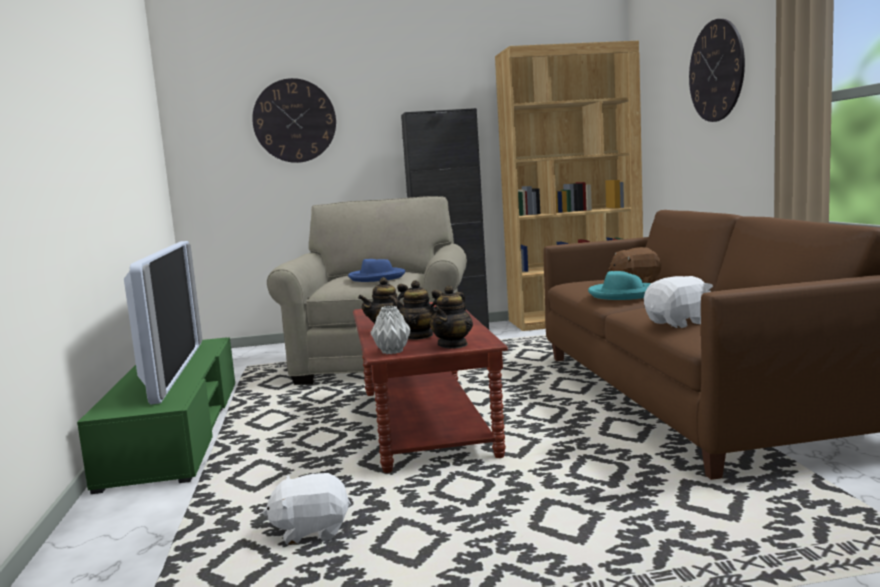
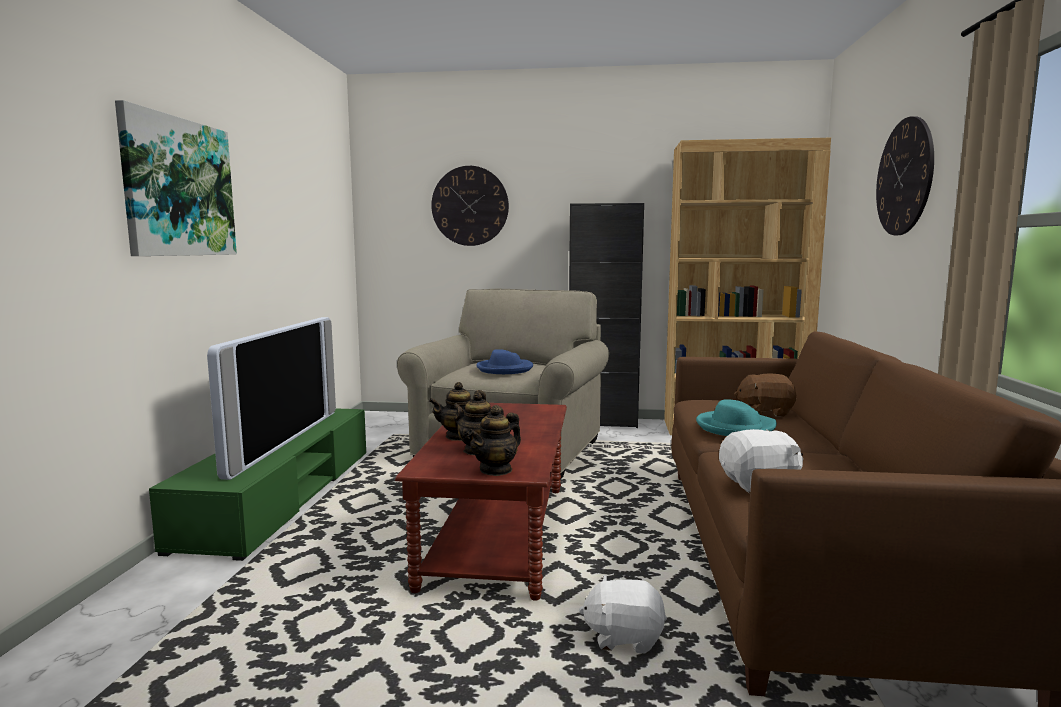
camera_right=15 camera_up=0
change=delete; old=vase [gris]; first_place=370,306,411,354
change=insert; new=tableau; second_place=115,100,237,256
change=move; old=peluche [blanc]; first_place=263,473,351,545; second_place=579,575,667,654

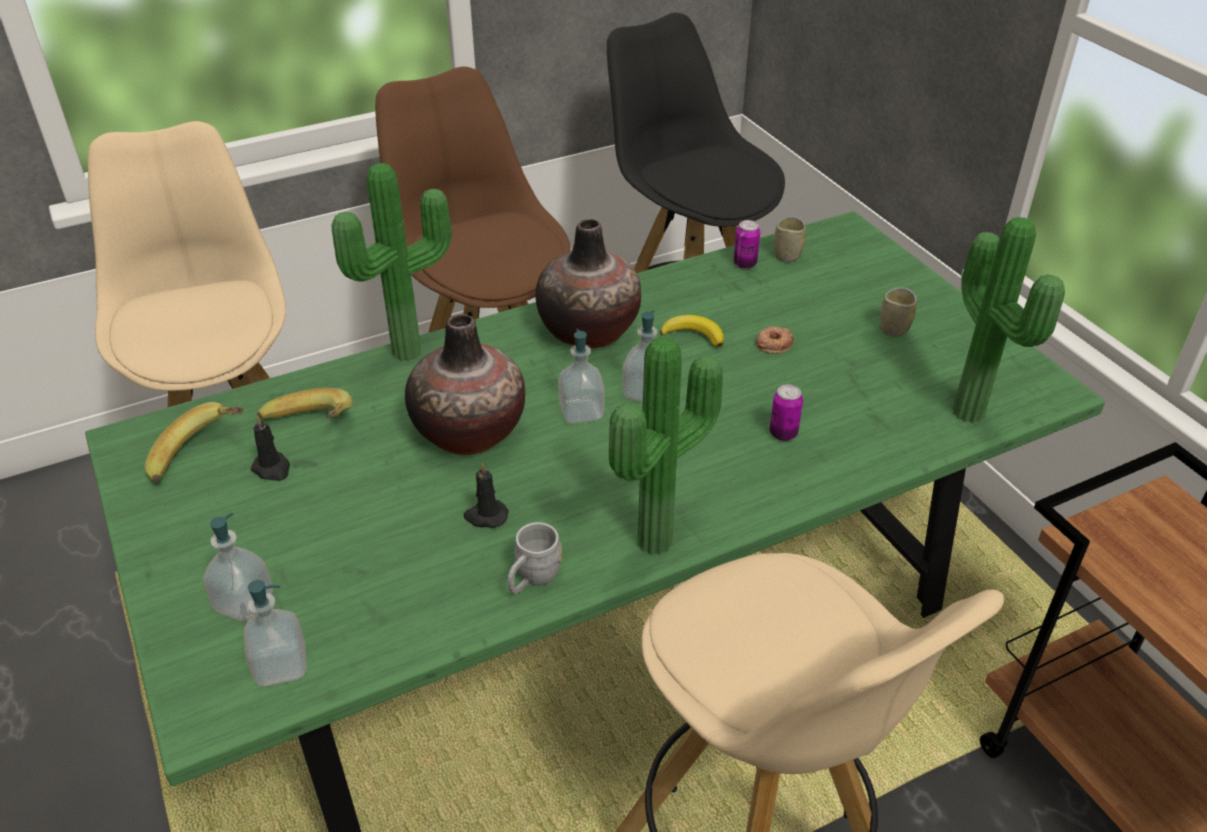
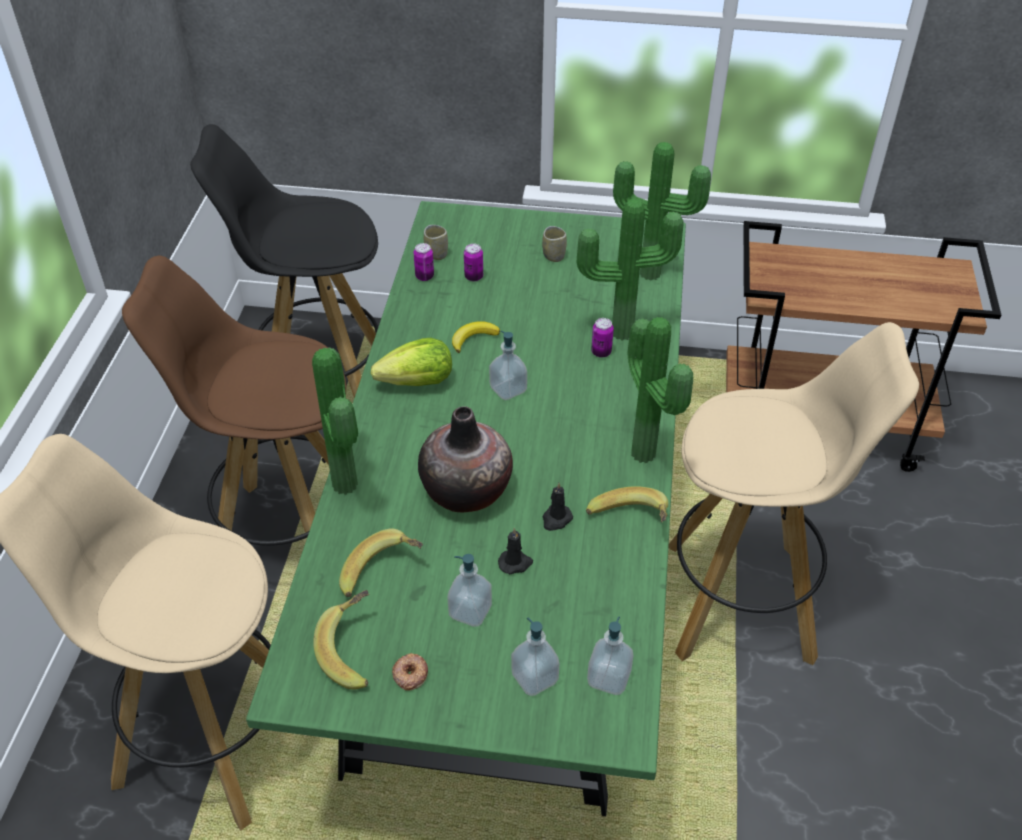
camera_right=-55 camera_up=5
change=insert; new=boîte métallique; second_place=464,243,483,281
change=insert; new=plante en pot; second_place=577,199,683,341
change=move; old=bougie [noir]; first_place=251,415,290,481; second_place=498,527,533,574
change=move; old=distributeur de savon; first_place=558,329,604,424; second_place=448,554,492,627
change=move; old=beignet; first_place=756,326,794,354; second_place=392,653,428,691
change=replace; old=mug [gris]; new=banane; first_place=508,522,562,594; second_place=586,486,669,522
change=replace; old=vase; new=laitue; first_place=535,219,641,348; second_place=371,338,452,386

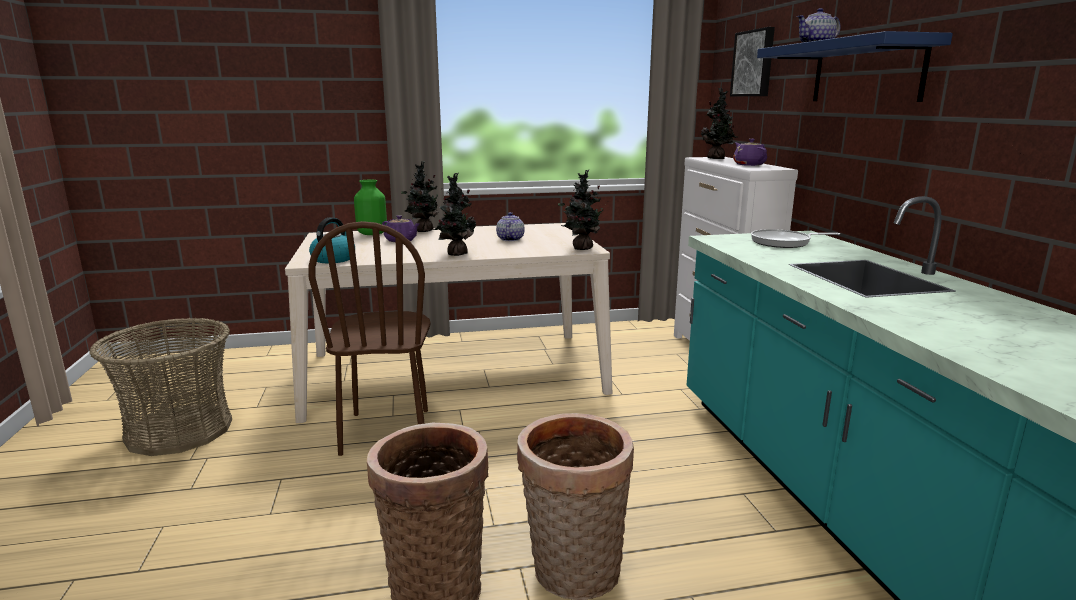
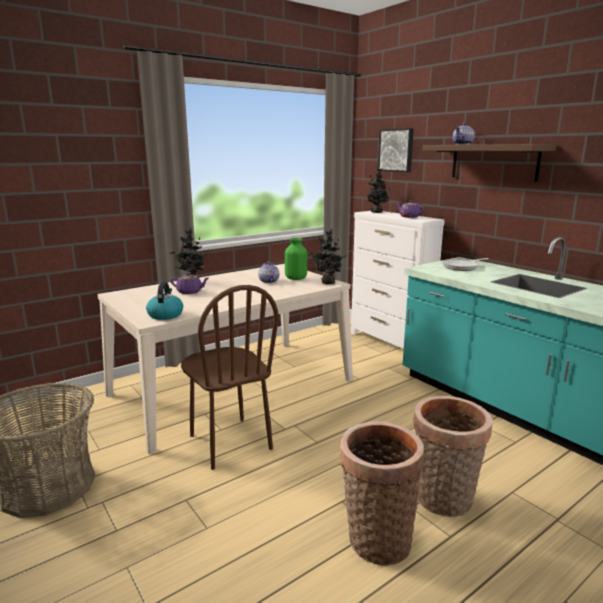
camera_right=-25 camera_up=0
change=delete; old=plante en pot; first_place=433,173,476,256
change=move; old=vase [vert]; first_place=354,180,387,235; second_place=285,238,307,280
change=recolor; old=étagère [bleu]; new=étagère [marron]; first_place=757,31,953,102; second_place=422,144,557,182

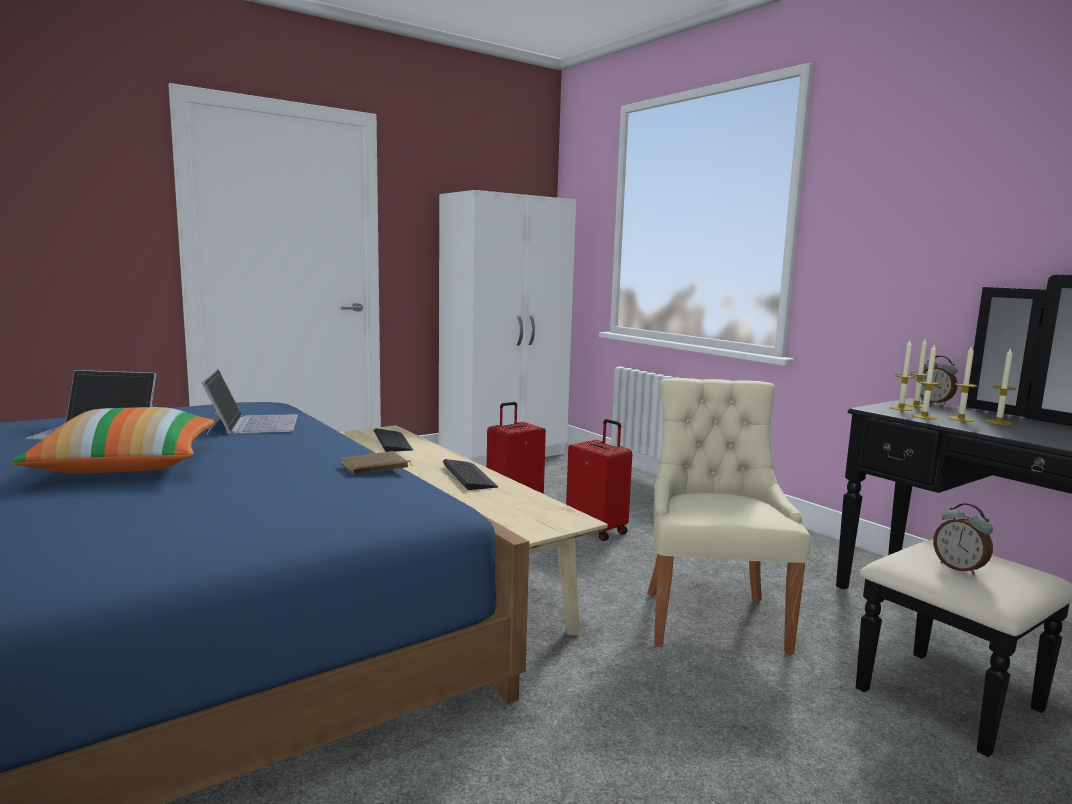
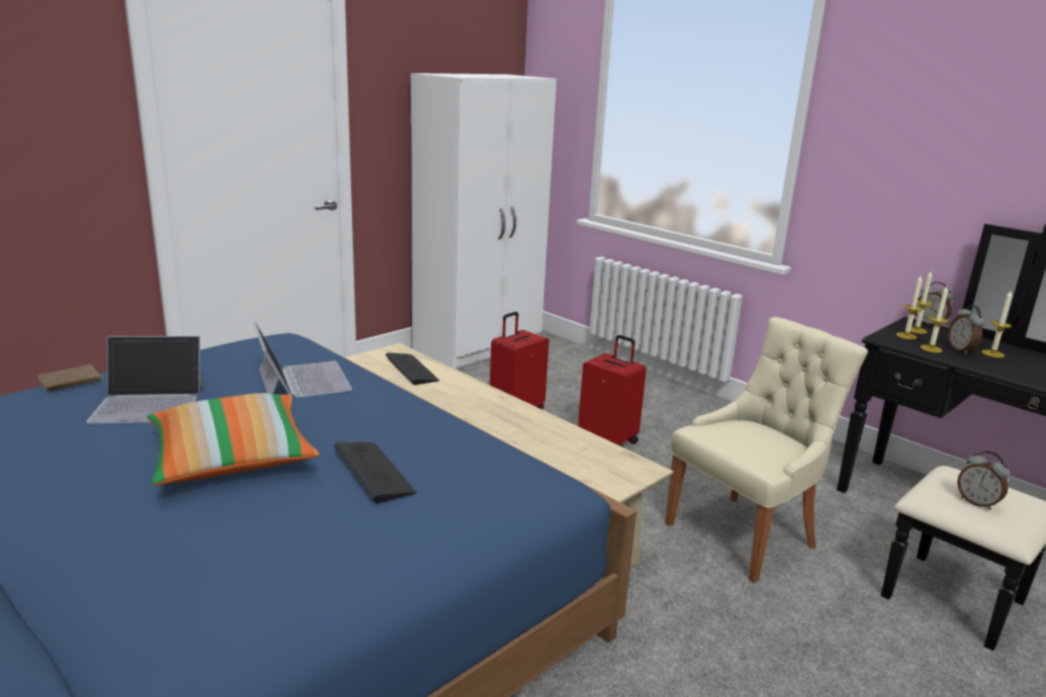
camera_right=-10 camera_up=10
change=move; old=livre [marron]; first_place=340,451,412,475; second_place=38,365,103,392
change=move; old=clavier; first_place=442,459,498,490; second_place=334,442,416,503
change=replace; old=bougie; new=réveil; first_place=948,346,977,422; second_place=948,305,985,355
change=rotate; old=chaise [beige]; first_place=647,378,811,655; second_place=665,317,868,583; degrees=60

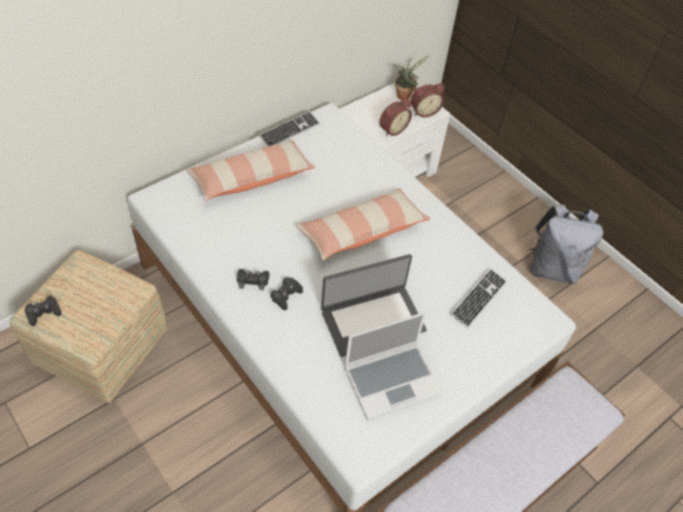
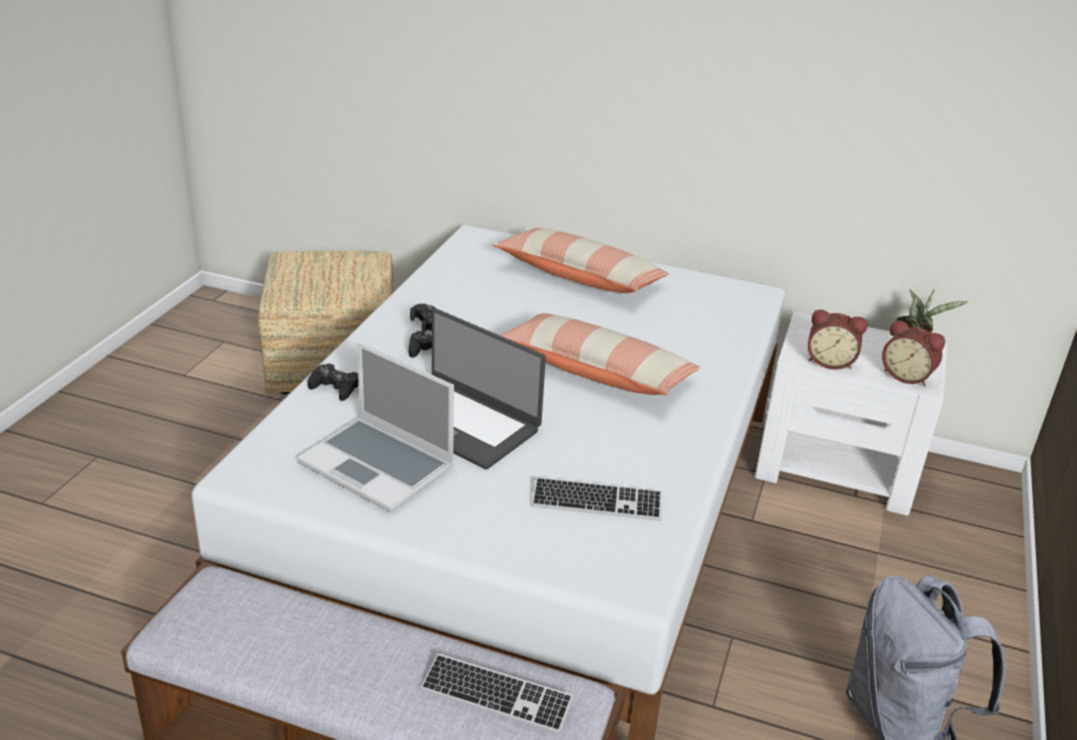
camera_right=60 camera_up=-20
change=move; old=manette [noir]; first_place=24,296,61,326; second_place=308,364,359,401
change=move; old=clavier; first_place=259,111,320,146; second_place=420,653,574,734

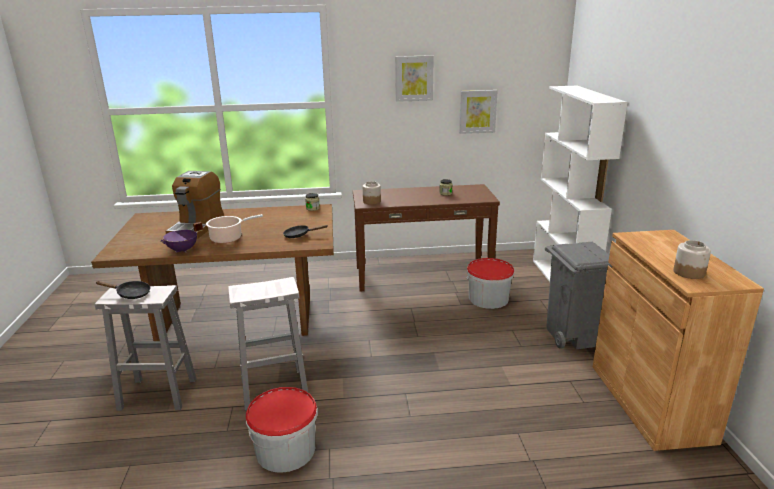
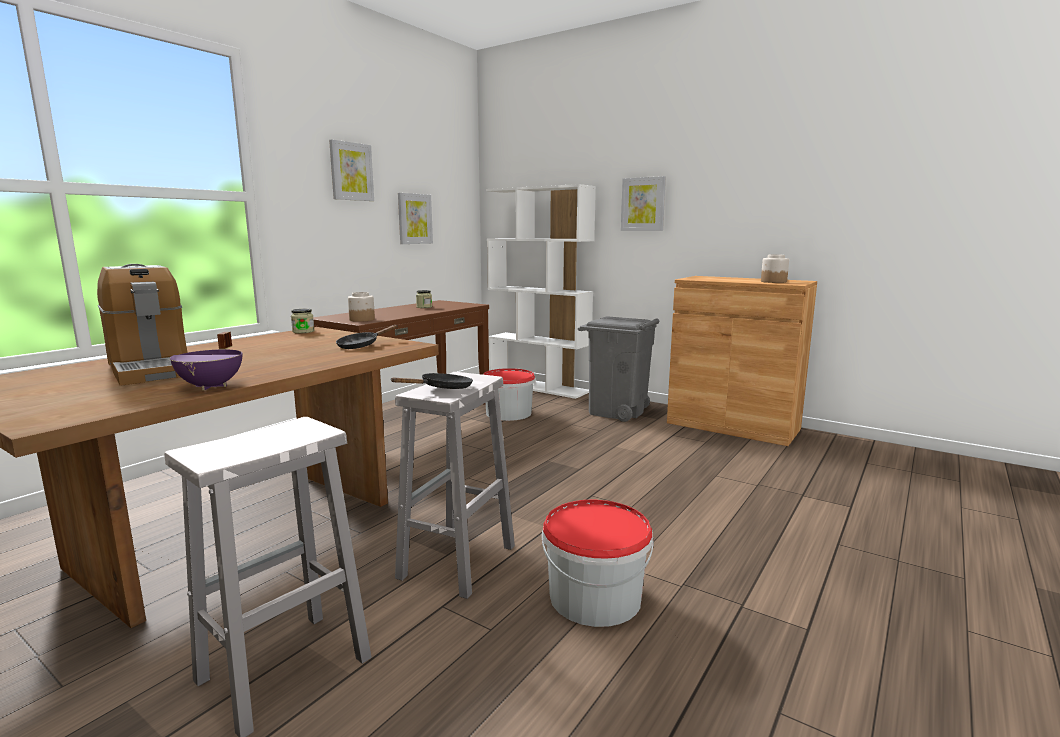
camera_right=-50 camera_up=-10
change=delete; old=marmite; first_place=206,214,263,243
change=insert; new=tableau; second_place=621,176,666,231
change=move; old=poêle [noir]; first_place=96,281,150,299; second_place=391,373,473,389

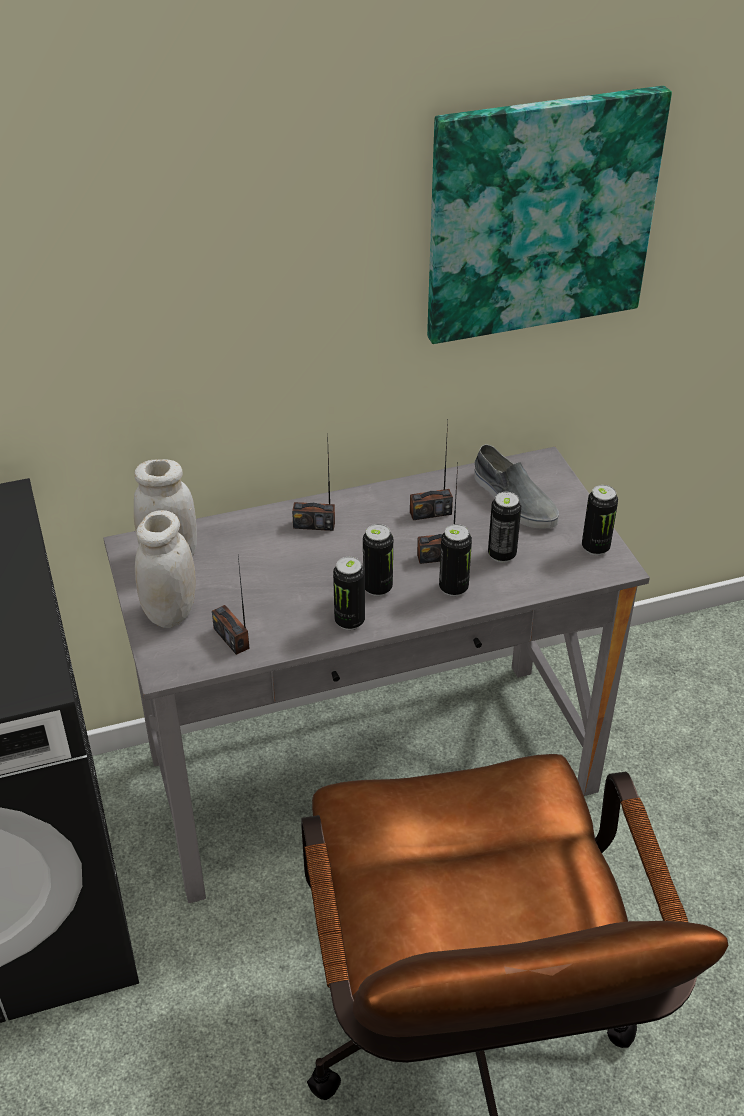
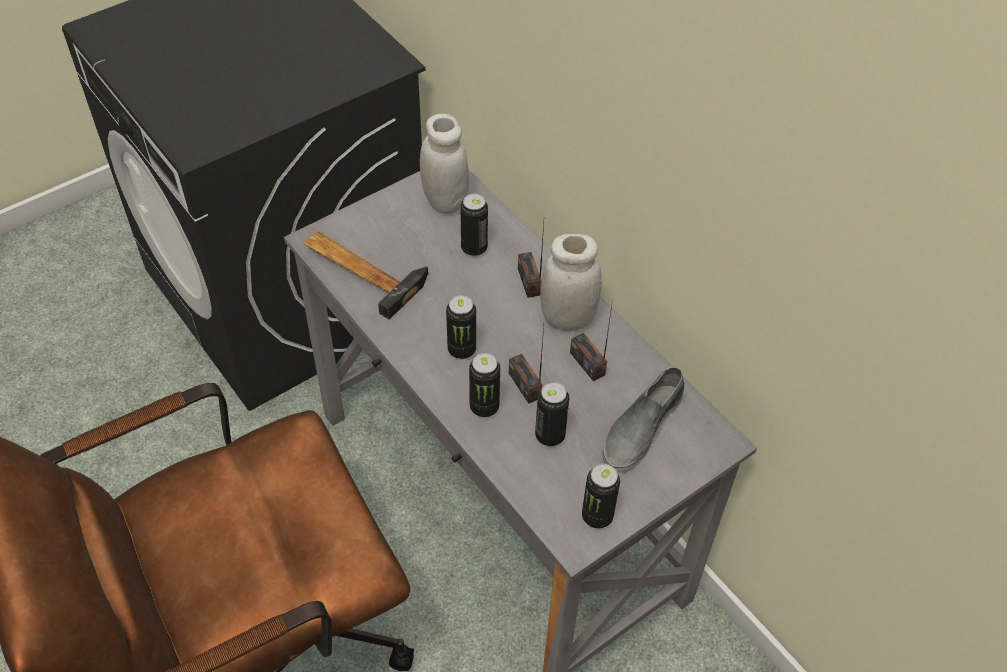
camera_right=70 camera_up=10
change=delete; old=tableau; first_place=427,86,672,344
change=move; old=bocal [blanc]; first_place=135,510,196,628; second_place=540,234,602,331
change=move; old=boîte métallique; first_place=333,557,365,630; second_place=460,194,488,257
change=replace; old=radio; new=marteau; first_place=212,557,250,655; second_place=304,231,428,319

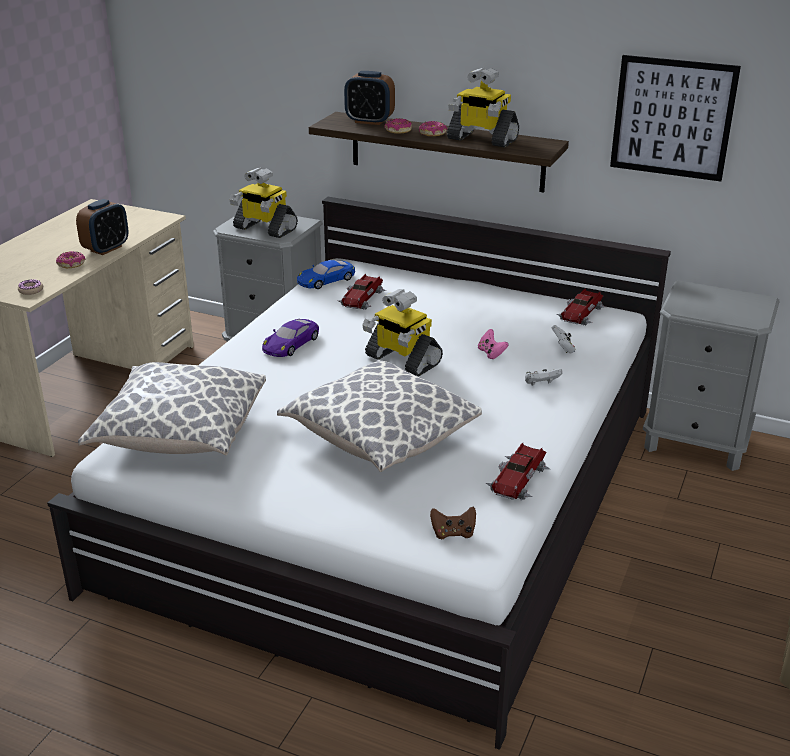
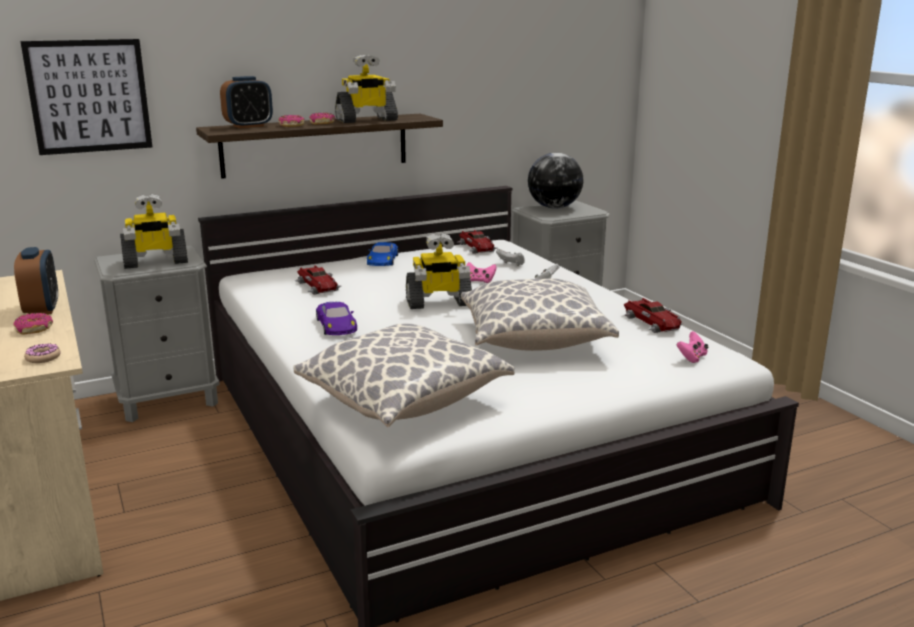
camera_right=-50 camera_up=-10
change=insert; new=globe; second_place=528,153,583,209
change=move; old=petite voiture [bleu]; first_place=297,260,355,289; second_place=367,242,398,266
change=move; old=tableau; first_place=610,55,741,181; second_place=20,39,152,155
change=recolor; old=manette [marron]; new=manette [rose]; first_place=430,507,476,539; second_place=677,331,709,363

